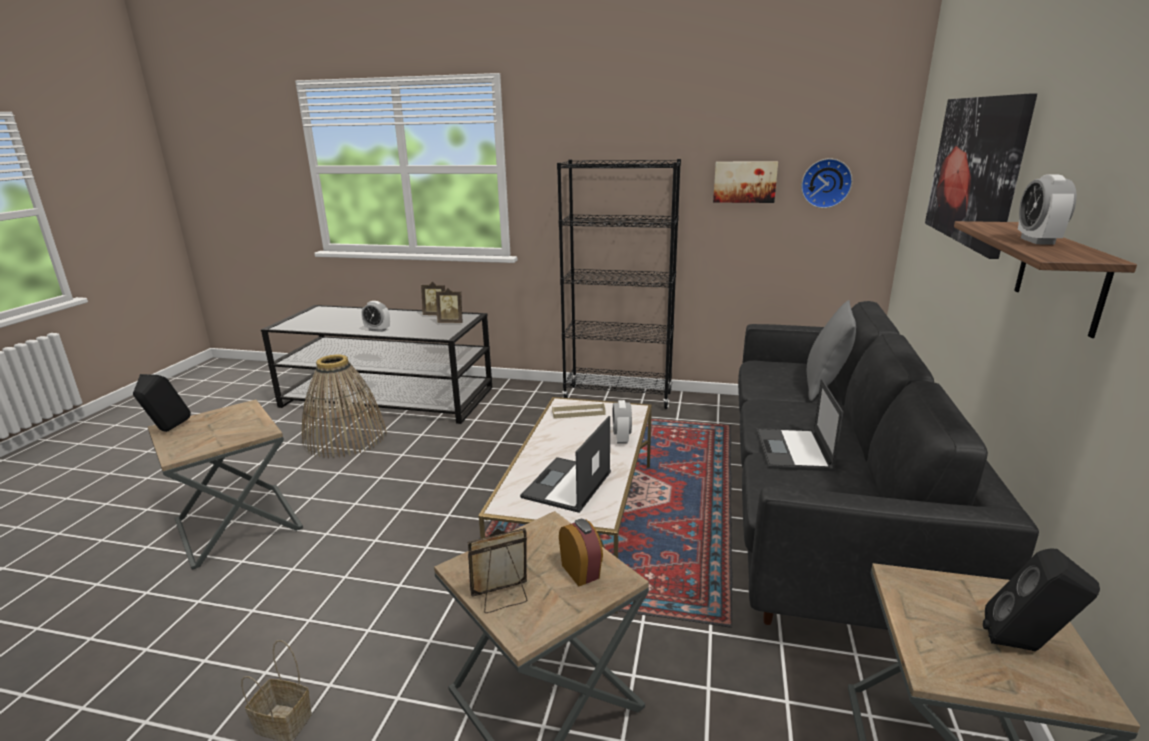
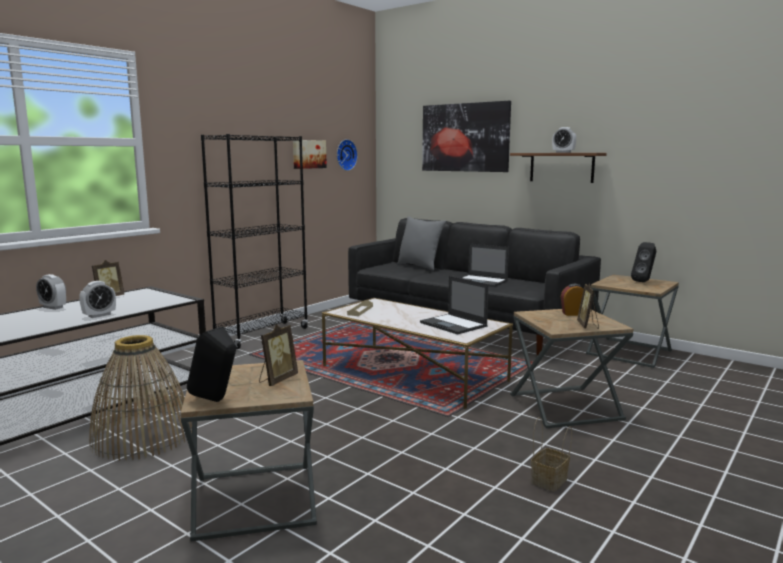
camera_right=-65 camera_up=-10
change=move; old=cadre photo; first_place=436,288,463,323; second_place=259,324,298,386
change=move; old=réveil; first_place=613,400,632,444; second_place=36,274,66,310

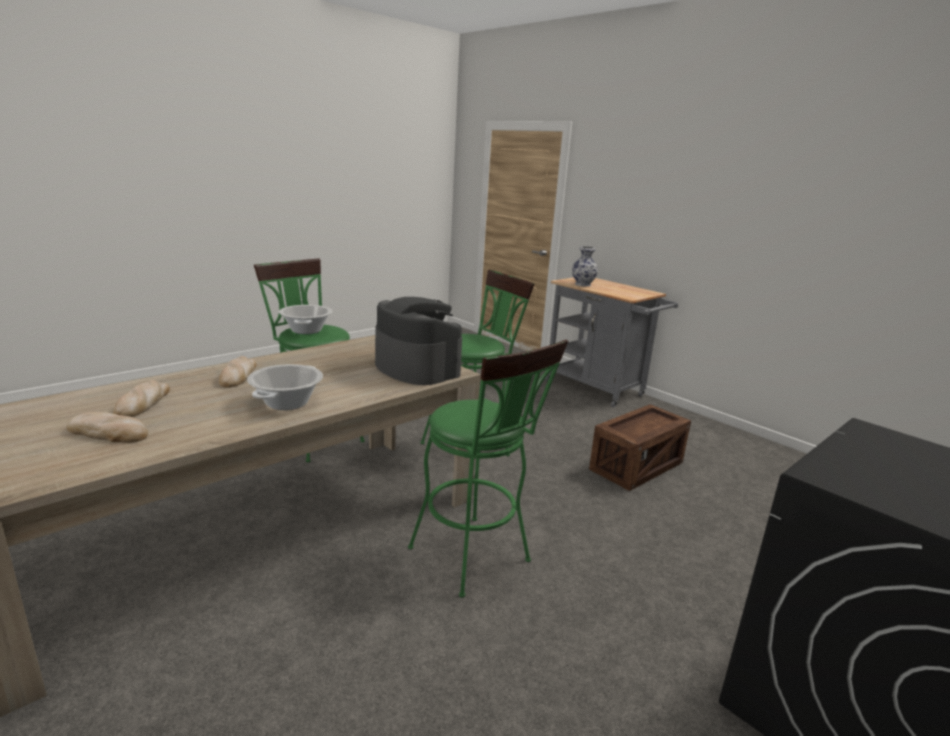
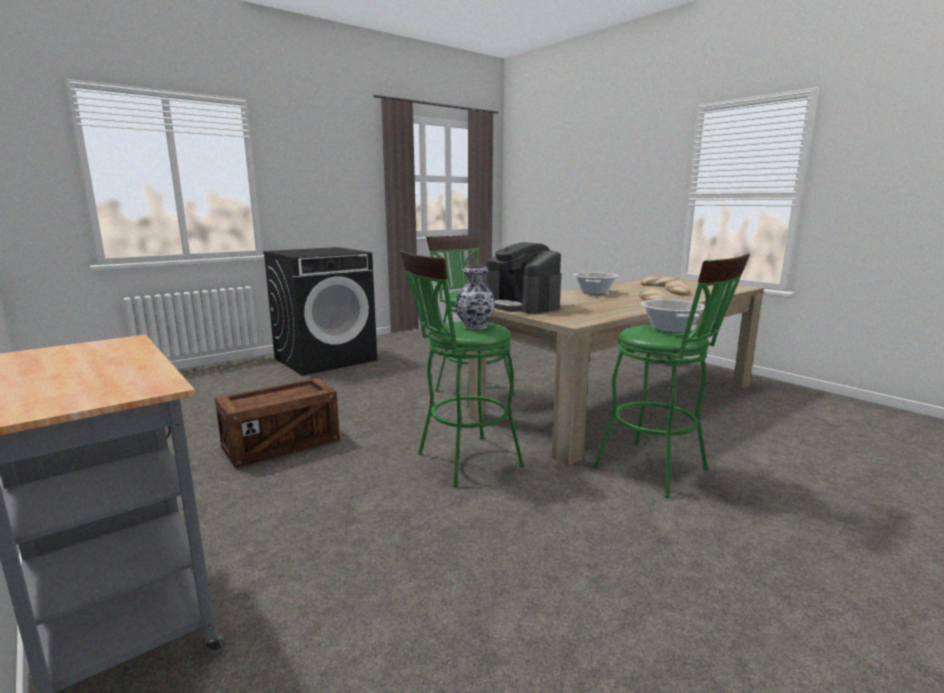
camera_right=-175 camera_up=-5
change=move; old=vase; first_place=572,246,598,287; second_place=455,266,495,330

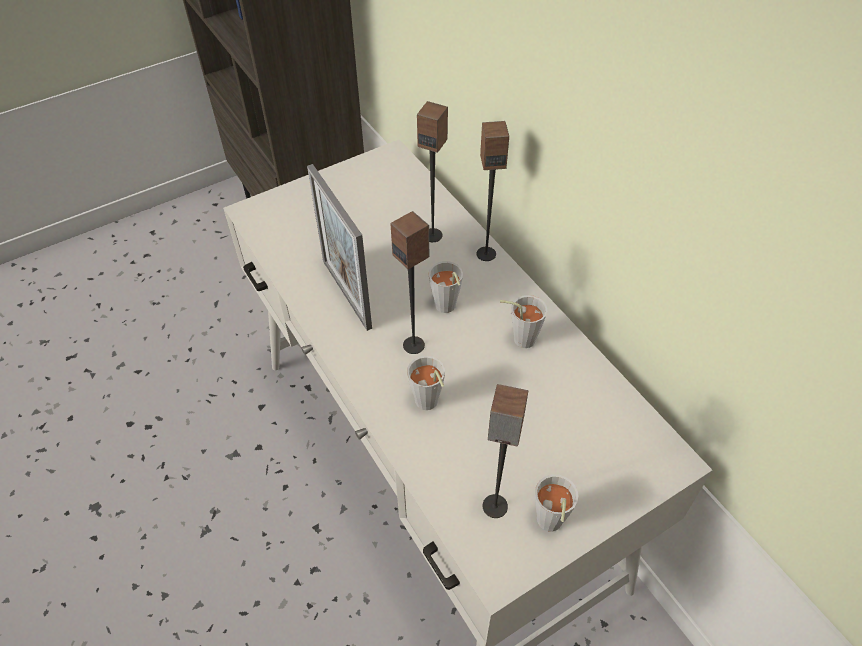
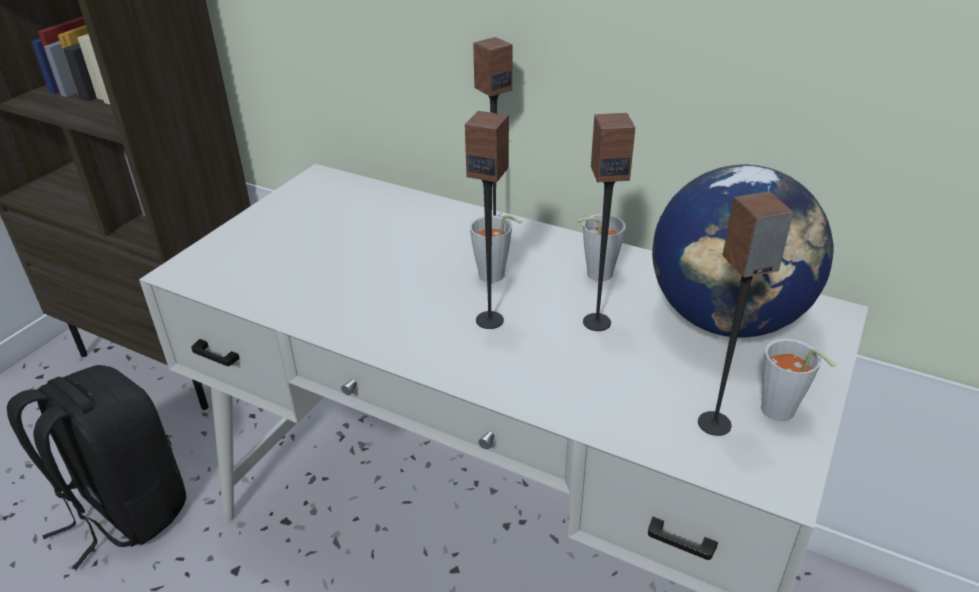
camera_right=-30 camera_up=-15
change=delete; old=cadre photo; first_place=307,164,372,331
change=delete; old=tasse [gris]; first_place=407,356,445,410
change=insert; new=sac à dos [noir]; second_place=7,365,186,570
change=insert; new=globe; second_place=652,165,834,338
change=move; old=enceinte; first_place=417,101,448,242; second_place=583,113,635,331

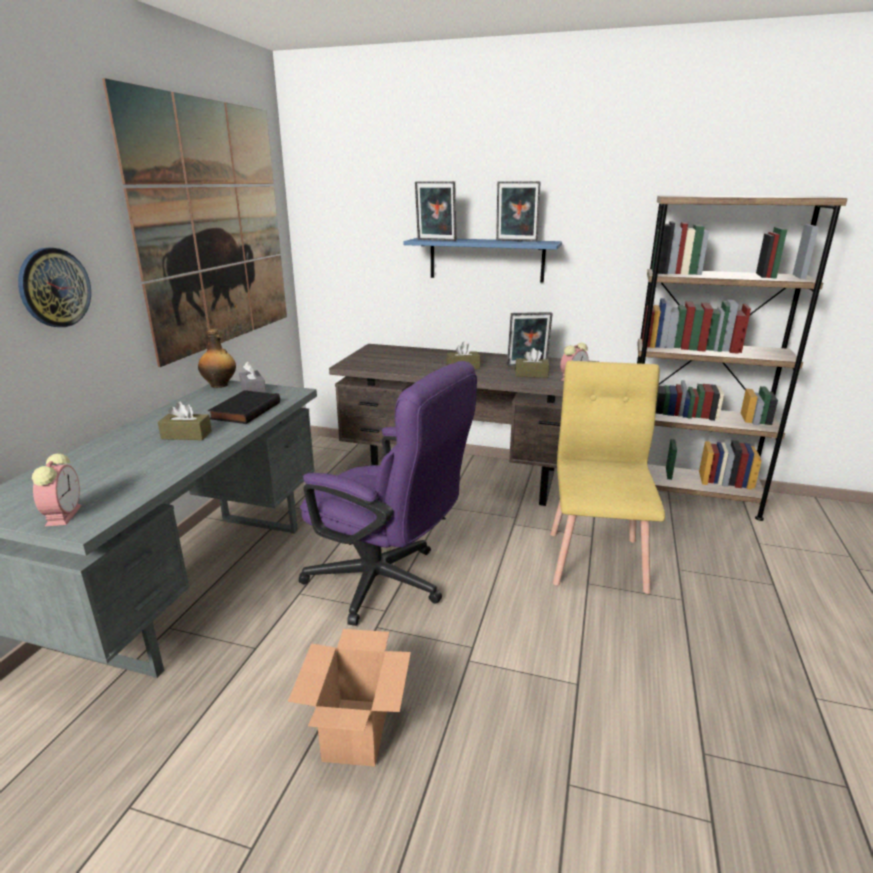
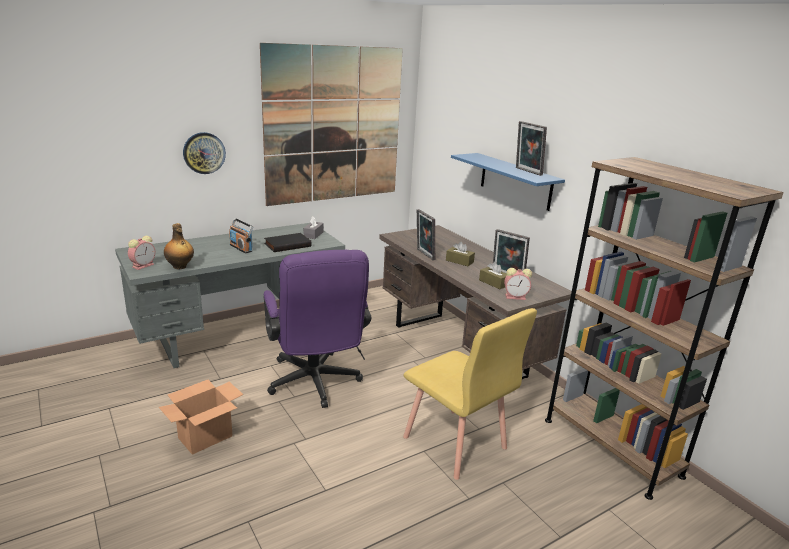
camera_right=40 camera_up=0
change=move; old=bouteille; first_place=198,329,236,388; second_place=164,223,194,269
change=move; old=cadre photo; first_place=415,181,456,241; second_place=417,209,435,260
change=replace; old=boîte à mouchoirs [marron]; new=radio; first_place=158,402,212,440; second_place=229,218,253,253
change=rotate; old=chaise [jaune]; first_place=551,361,665,594; second_place=403,308,537,480; degrees=90

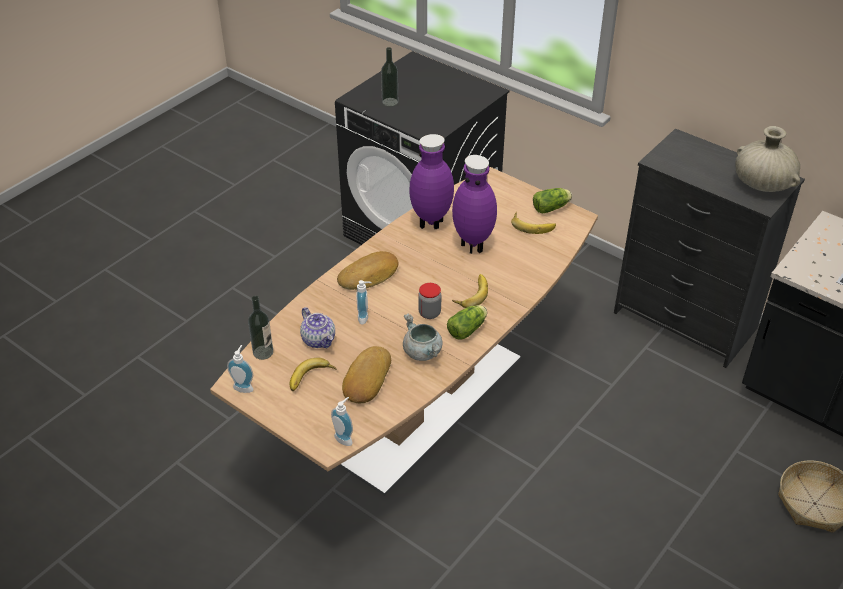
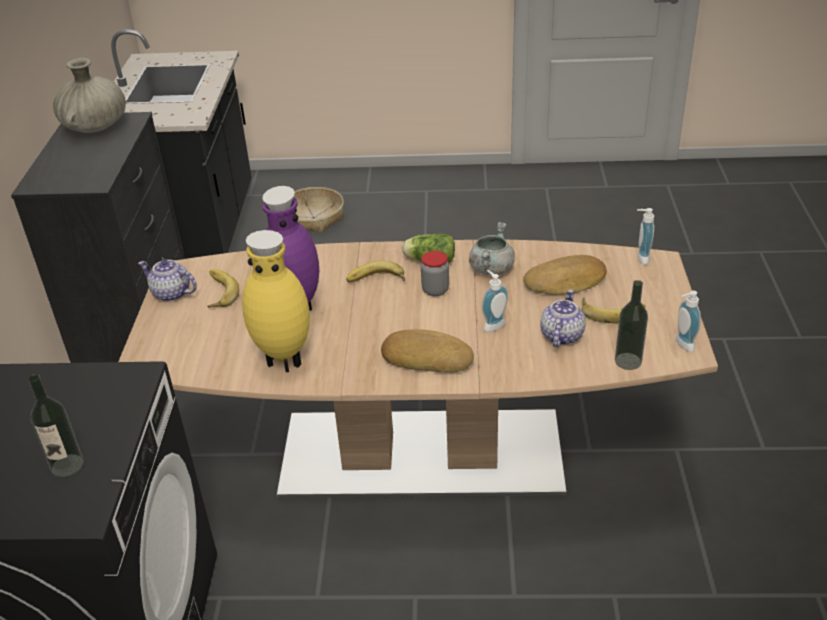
camera_right=-125 camera_up=-5
change=replace; old=laitue; new=théière; first_place=533,188,572,214; second_place=138,260,197,302
change=recolor; old=vase [violet]; new=vase [jaune]; first_place=409,134,454,229; second_place=242,230,310,373

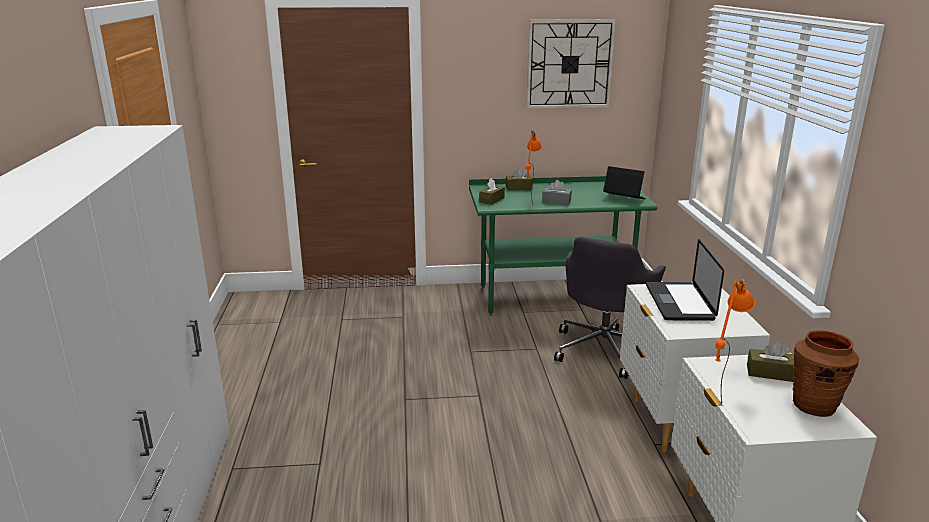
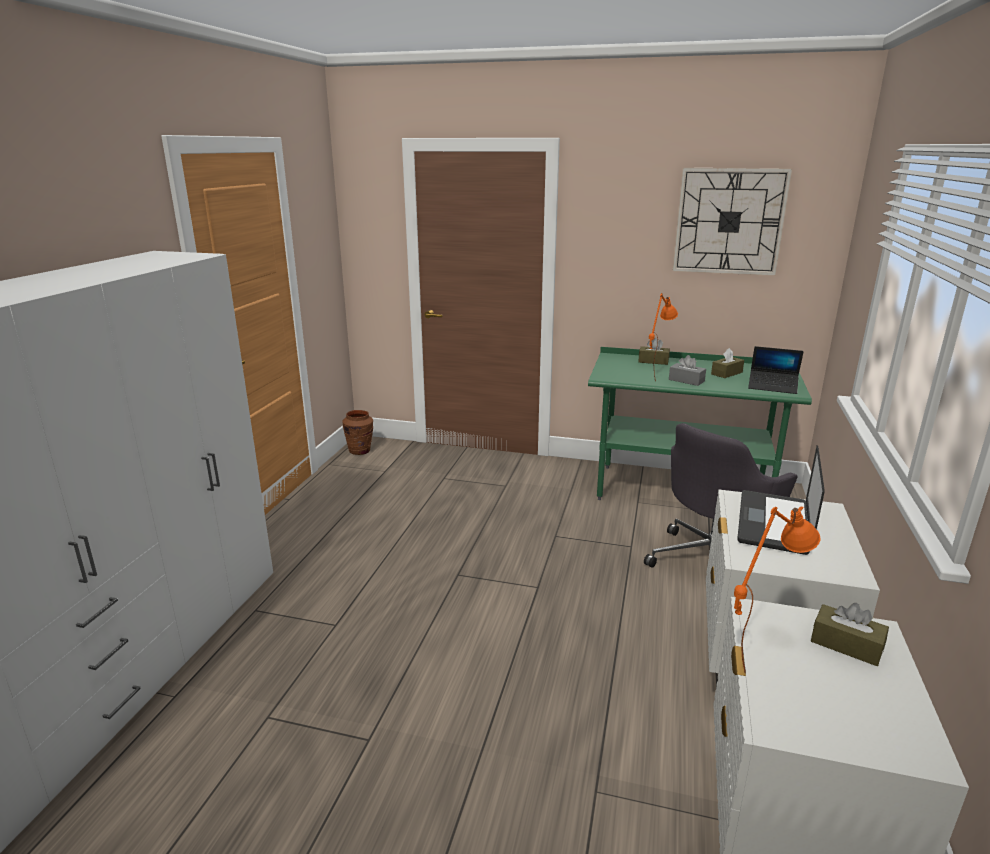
camera_right=20 camera_up=0
change=move; old=boîte à mouchoirs [marron]; first_place=479,178,505,205; second_place=711,348,744,378
change=move; old=vase [marron]; first_place=793,330,859,417; second_place=342,410,373,455
change=rotate; old=ordinateur portable; first_place=603,166,646,199; second_place=748,346,803,394; degrees=150

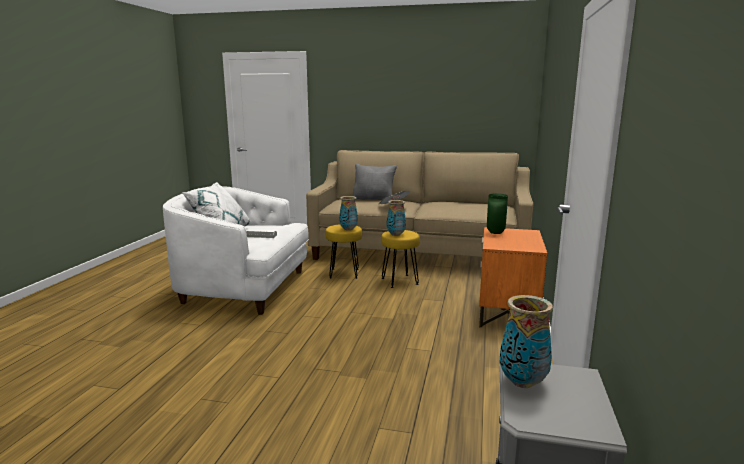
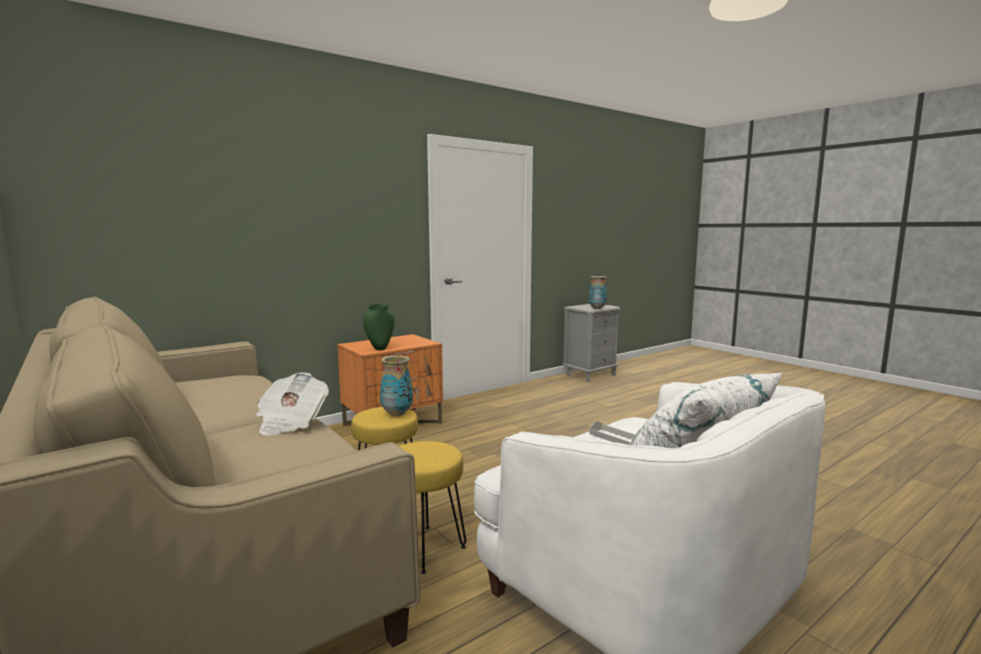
camera_right=-140 camera_up=-5
change=delete; old=vase; first_place=339,196,358,231
change=delete; old=coussin [gris]; first_place=353,164,397,200

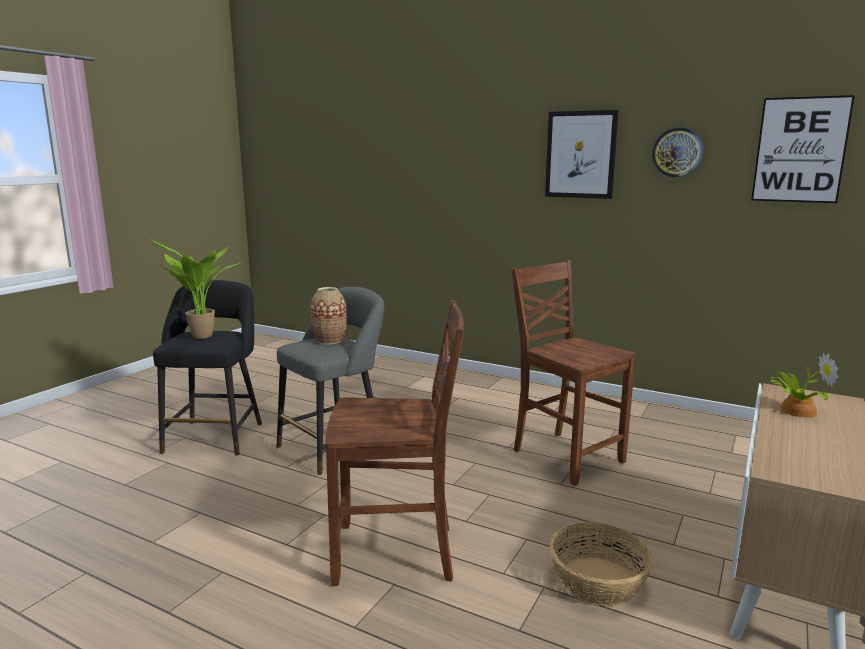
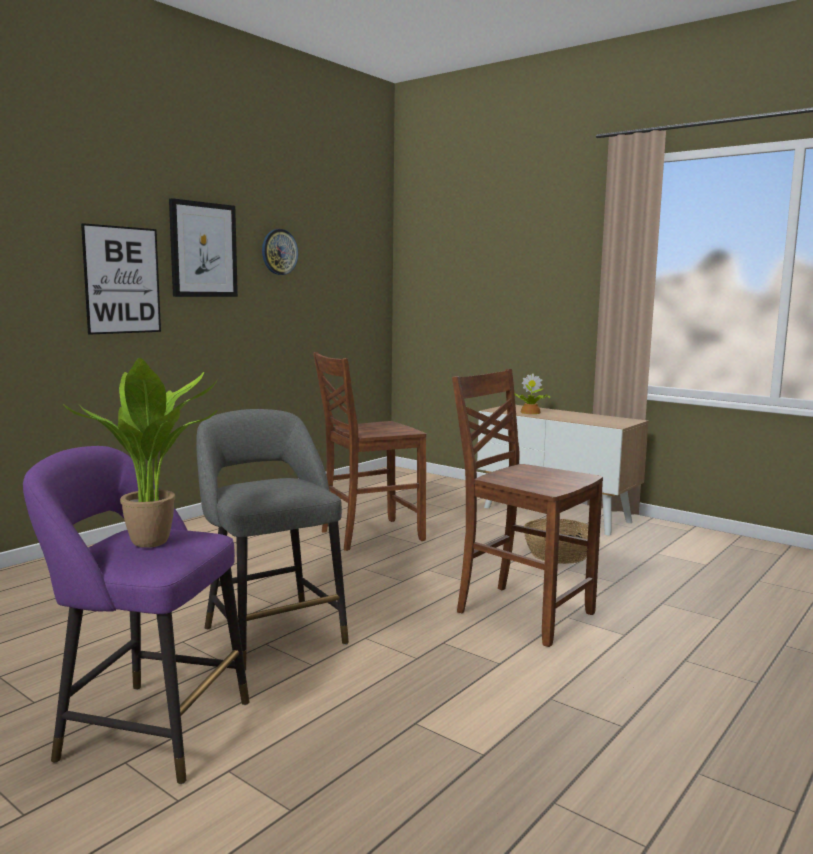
camera_right=-80 camera_up=-5
change=delete; old=vase; first_place=311,287,347,344
change=move; old=tableau; first_place=751,95,855,203; second_place=81,223,161,335
change=recolor; old=tabouret [noir]; new=tabouret [violet]; first_place=153,280,262,456; second_place=23,446,249,784
change=rotate; old=chaise [marron]; first_place=326,300,464,586; second_place=452,369,603,647; degrees=-60

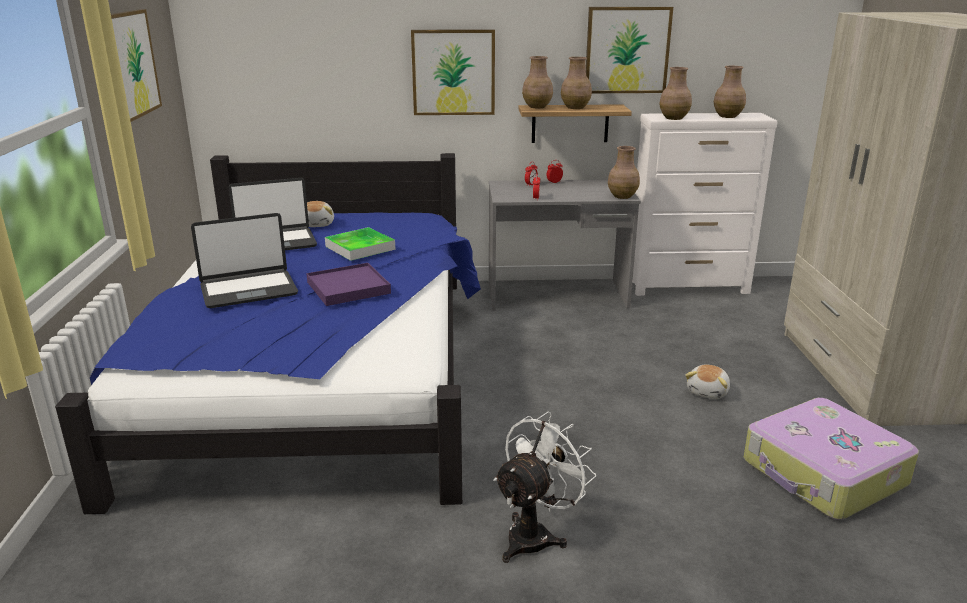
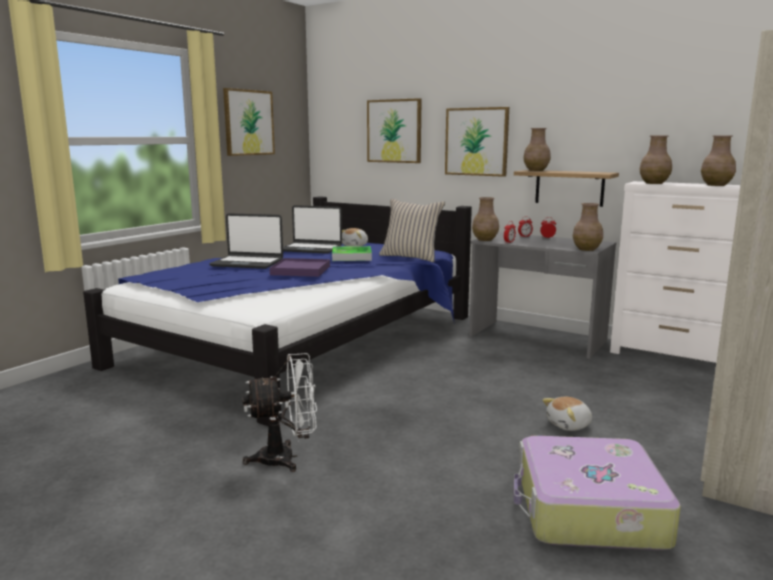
camera_right=35 camera_up=-10
change=insert; new=coussin [beige]; second_place=379,199,445,262
change=move; old=vase [marron]; first_place=561,57,592,109; second_place=472,197,499,241
change=move; old=tableau; first_place=586,7,673,93; second_place=367,98,422,163

